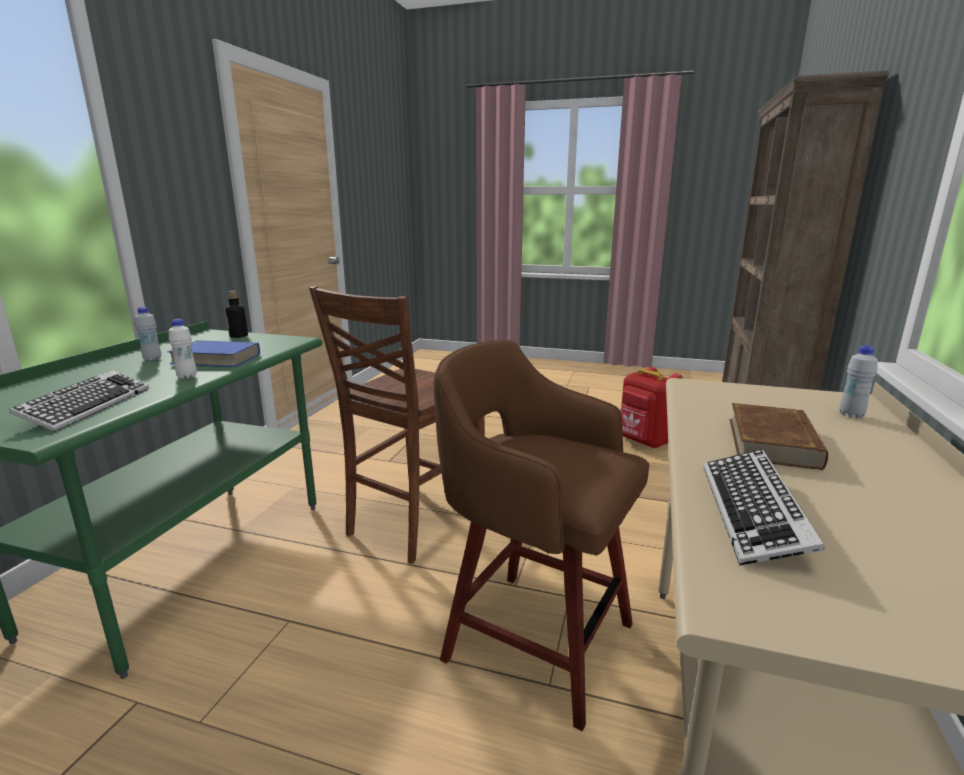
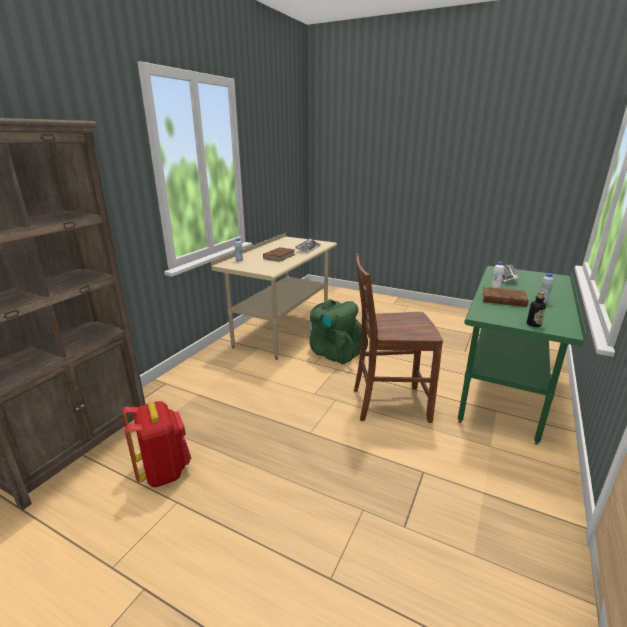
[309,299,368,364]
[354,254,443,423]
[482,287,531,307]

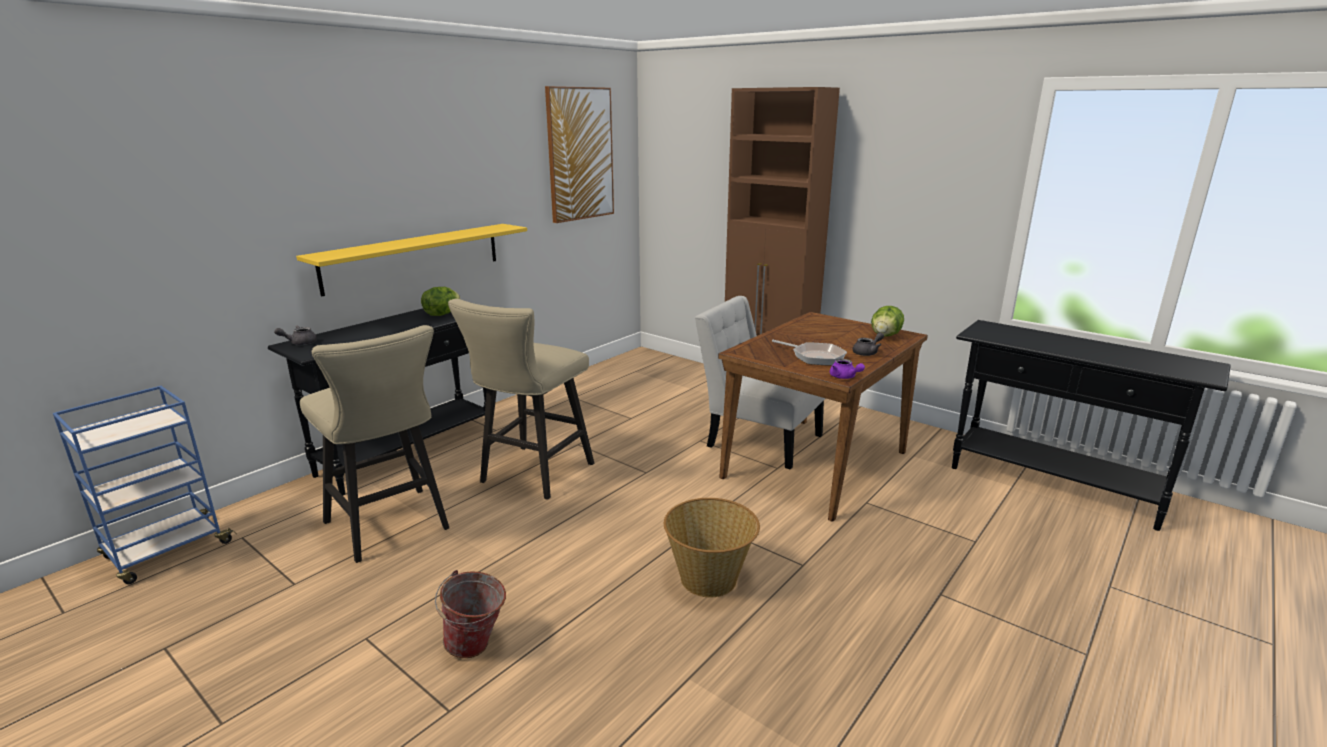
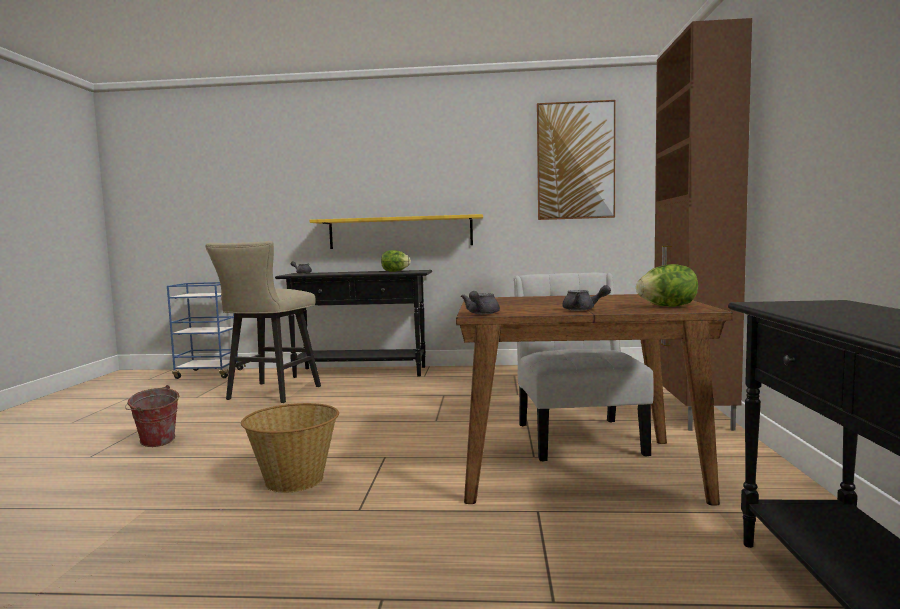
[461,291,500,314]
[448,299,594,500] (first image)
[772,340,847,366] (first image)

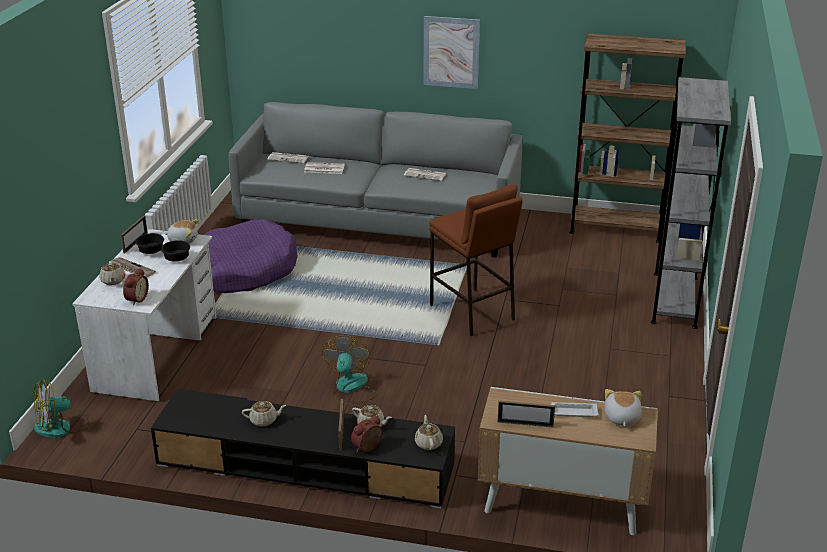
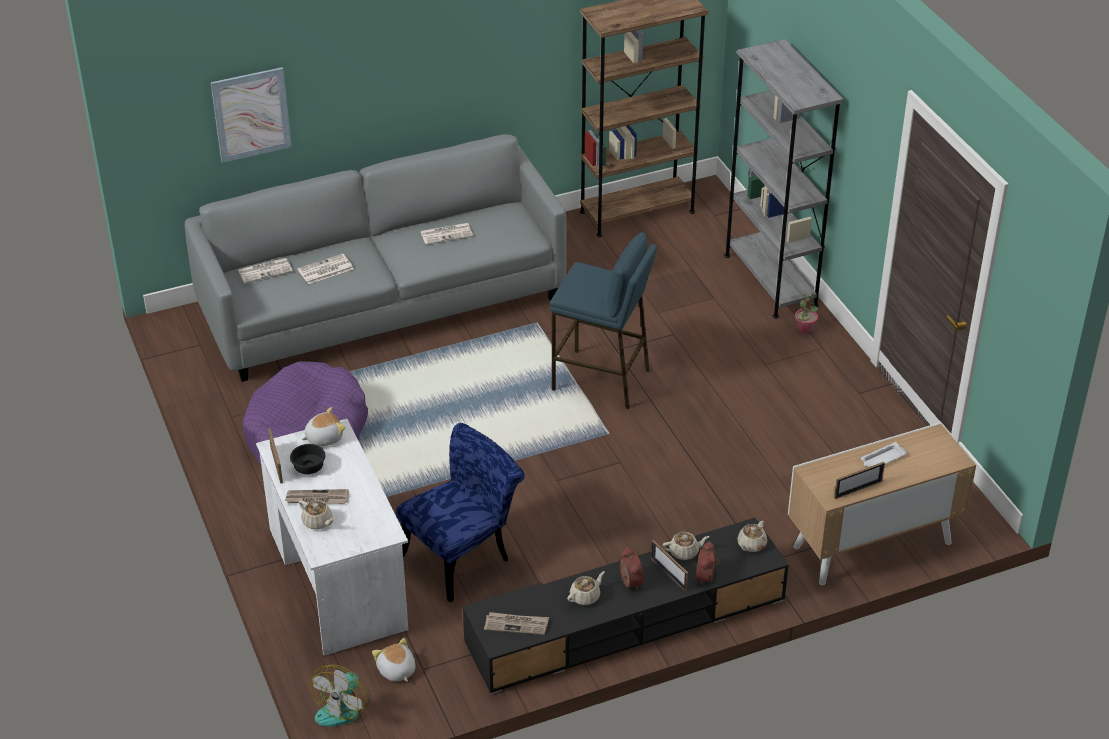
[211,67,292,163]
[372,638,415,682]
[396,423,525,602]
[484,612,549,635]
[550,232,657,409]
[619,547,644,590]
[737,520,767,552]
[795,293,818,334]
[161,240,190,261] (first image)
[322,335,377,404] (first image)

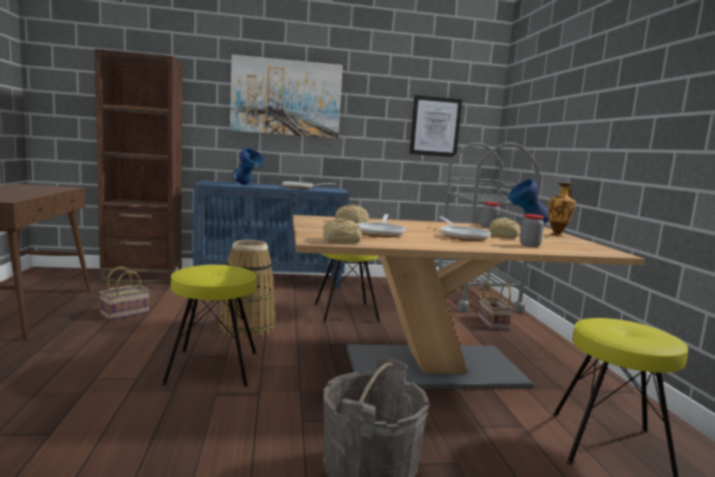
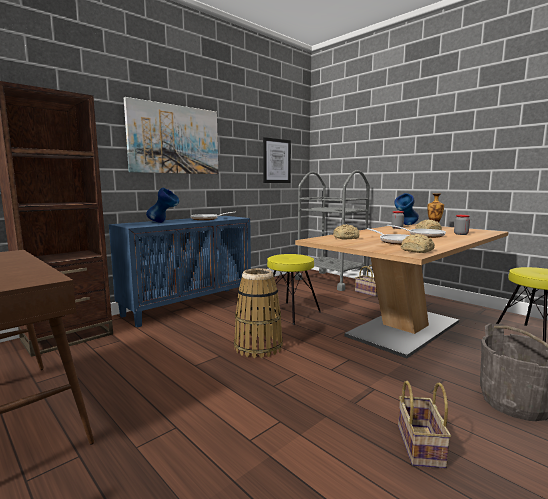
[398,381,451,468]
[162,265,256,387] (first image)

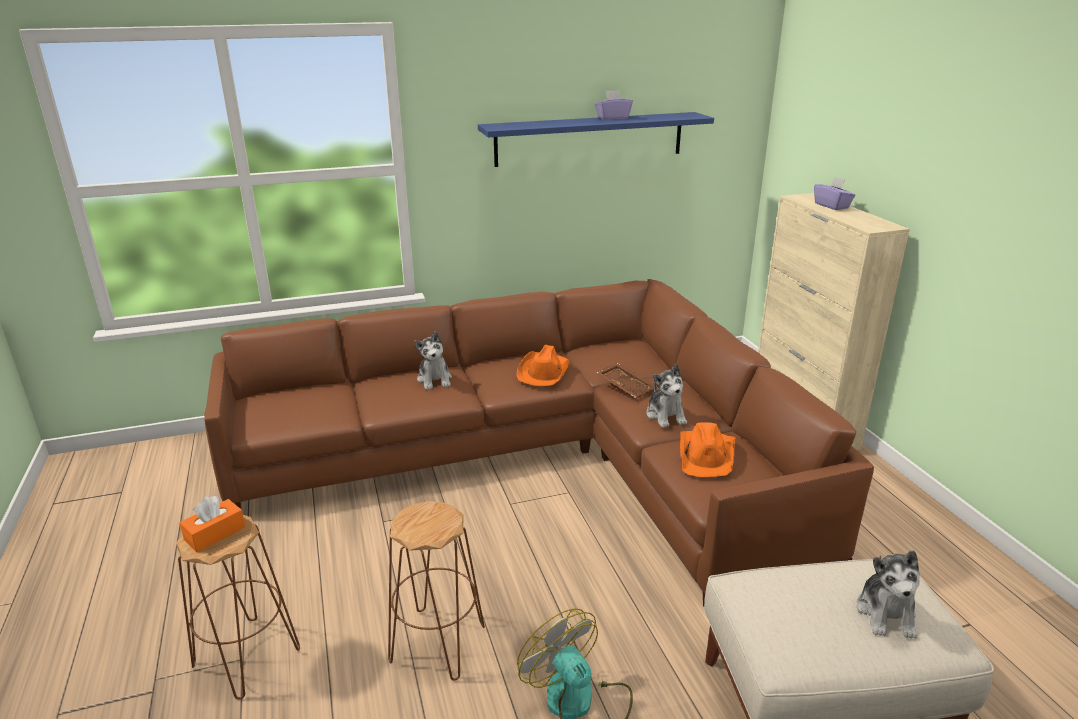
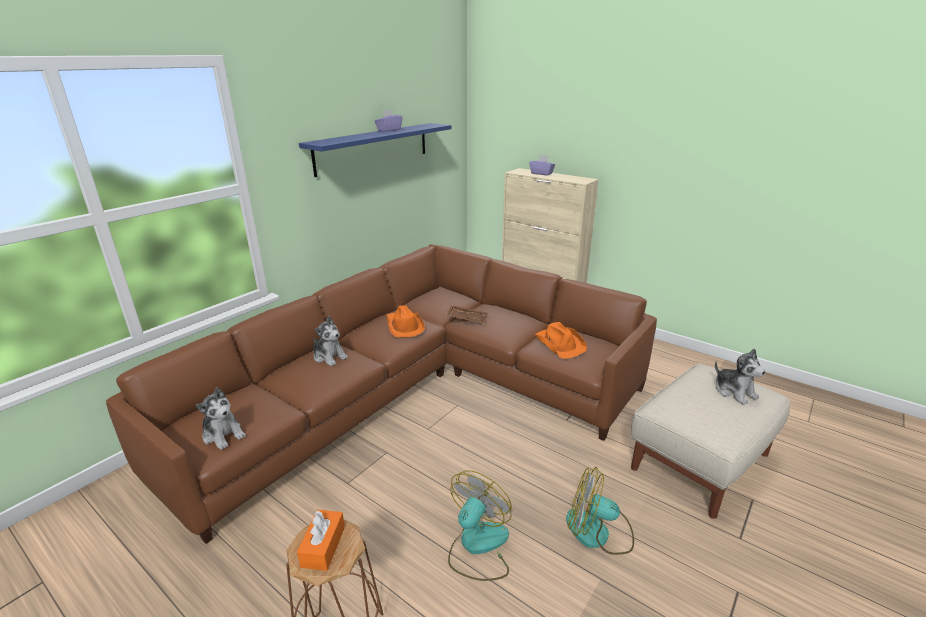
[196,387,246,450]
[448,471,512,581]

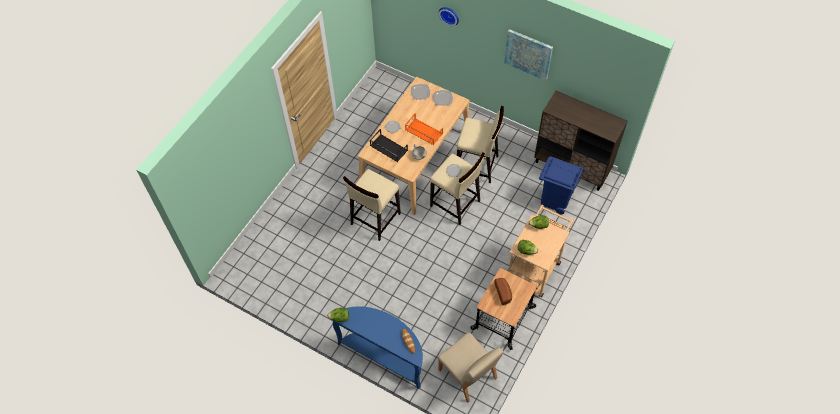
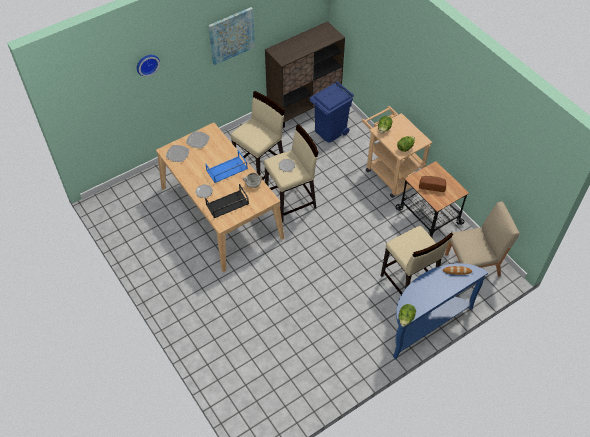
[206,150,248,183]
[381,226,453,295]

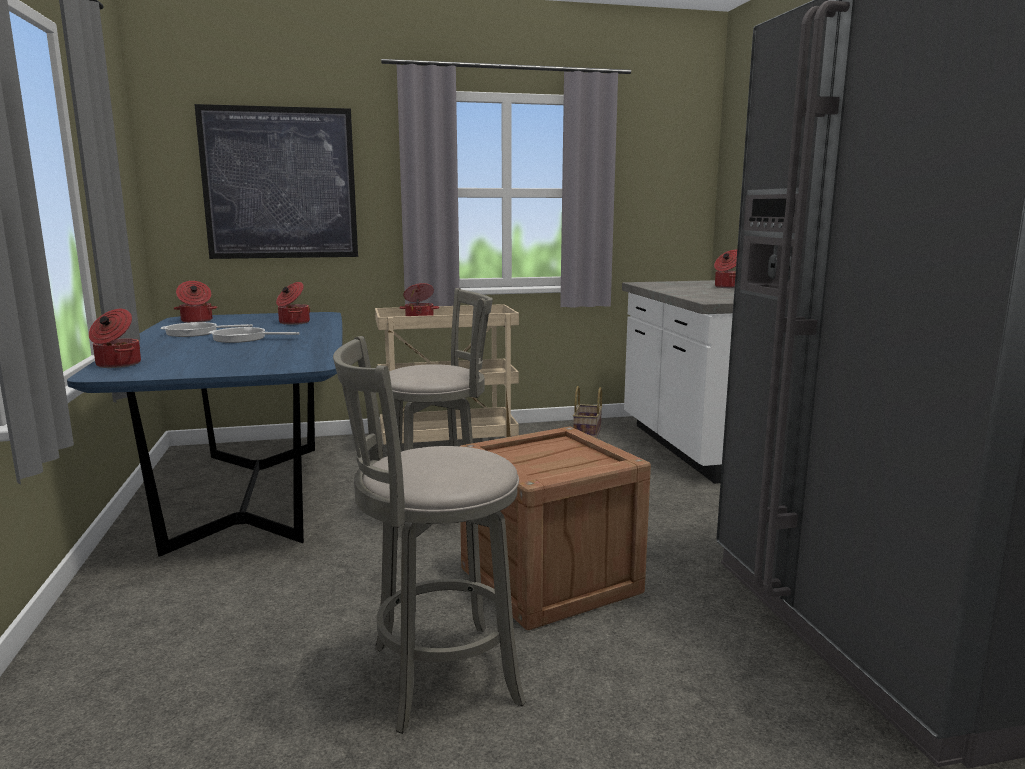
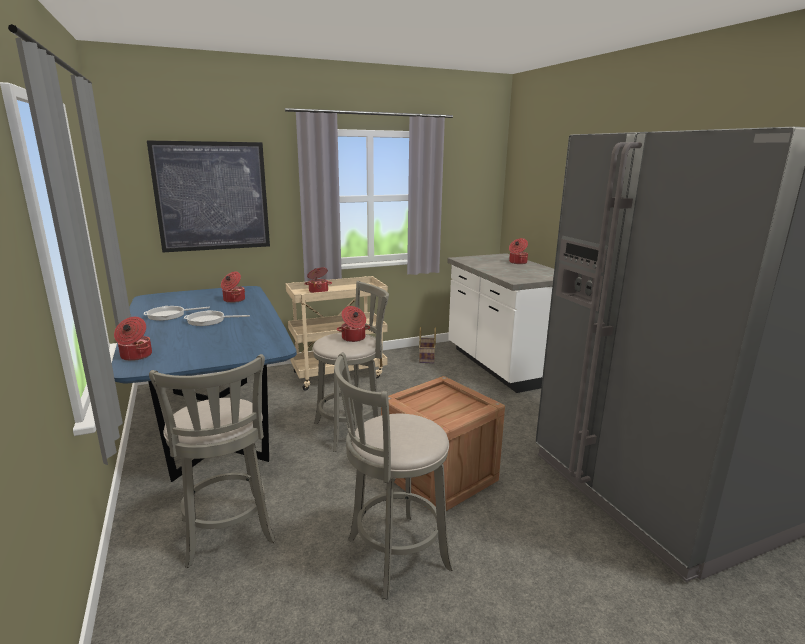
[149,354,276,568]
[337,306,370,342]

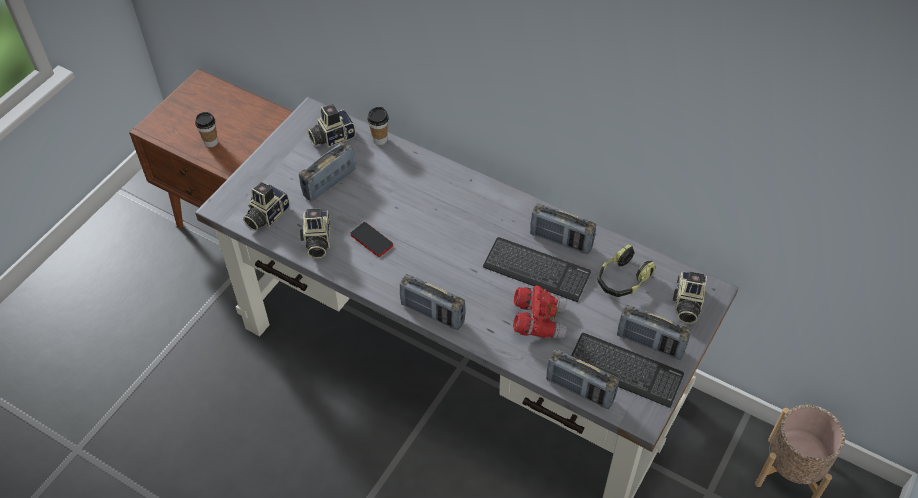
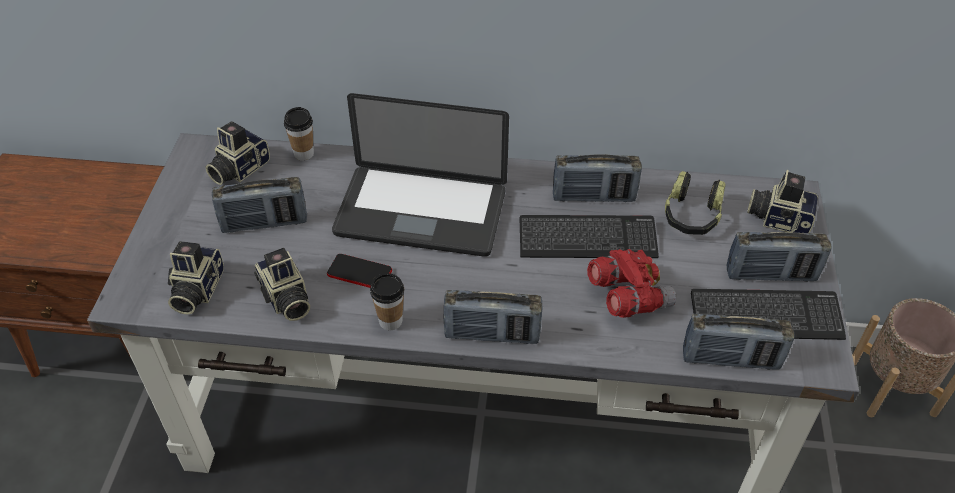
[212,177,307,233]
[332,93,509,257]
[370,273,404,330]
[747,170,818,233]

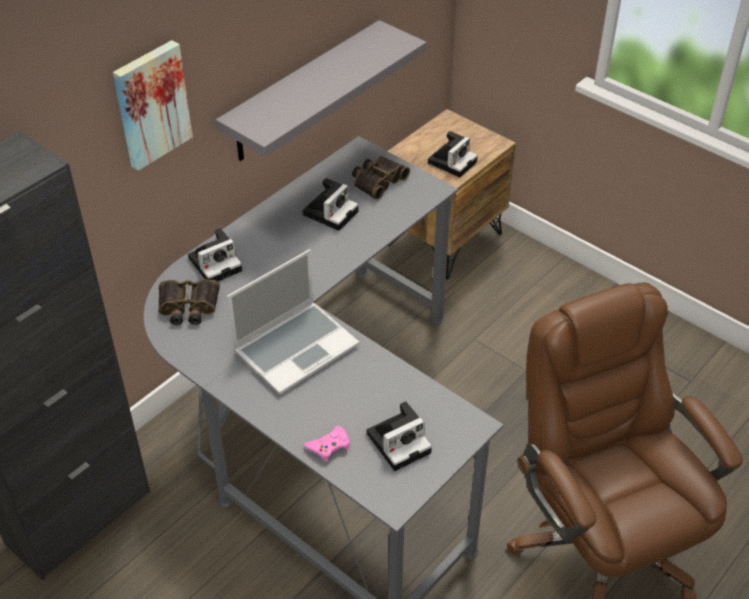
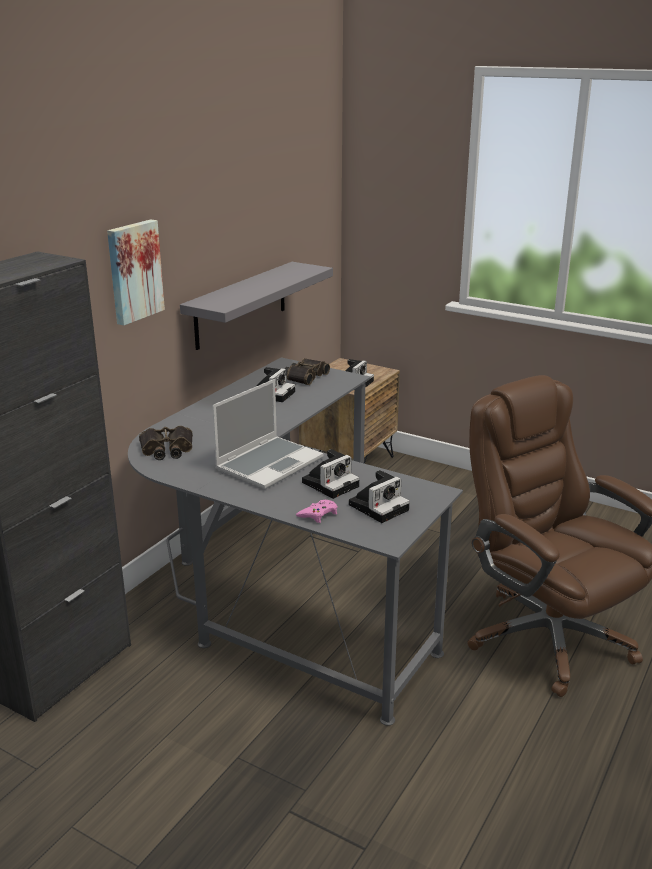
[302,449,360,499]

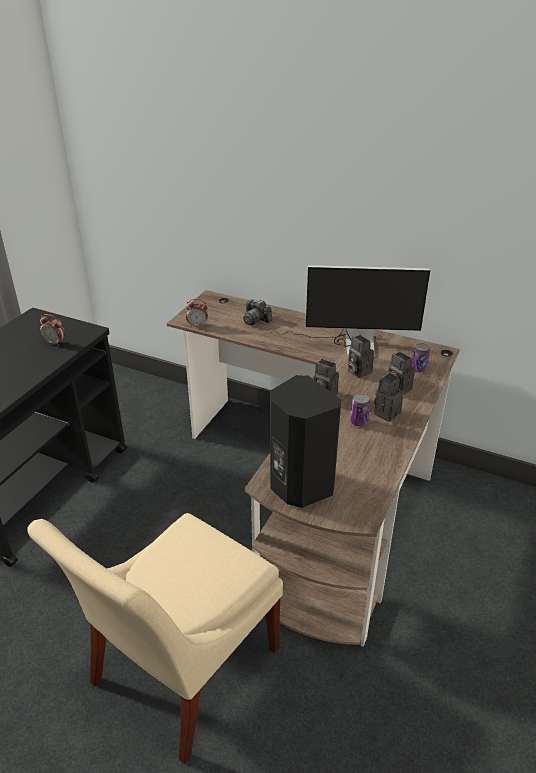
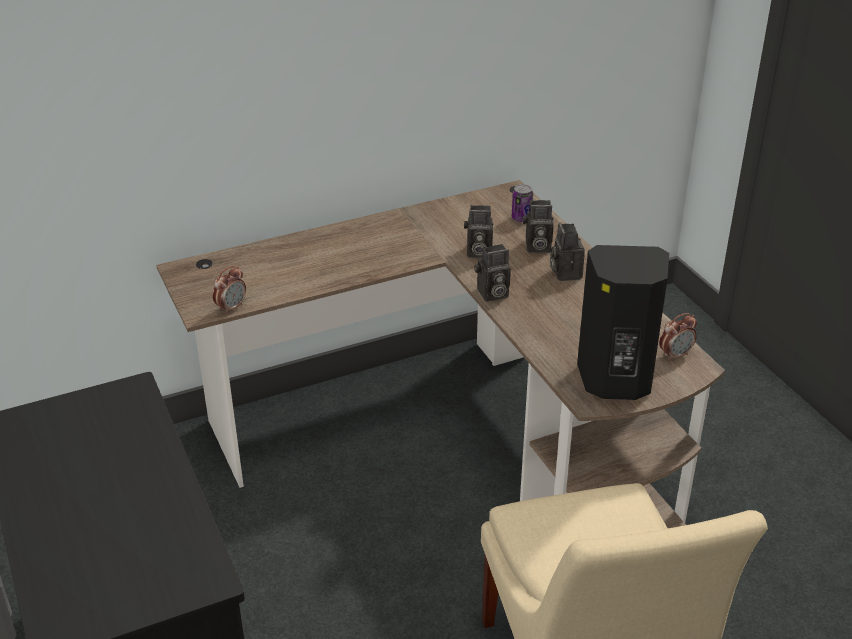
[659,313,697,361]
[243,299,272,325] (first image)
[267,265,430,357] (first image)
[350,394,370,426] (first image)

